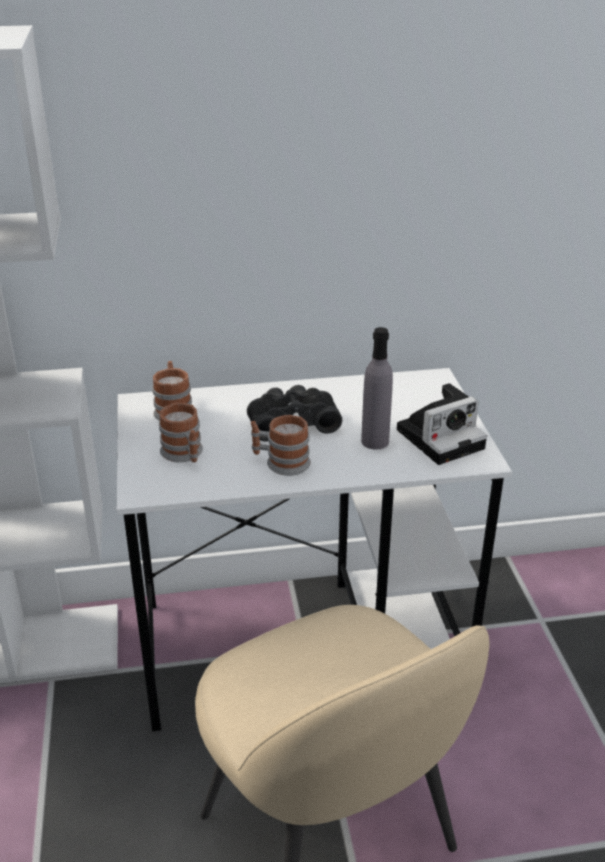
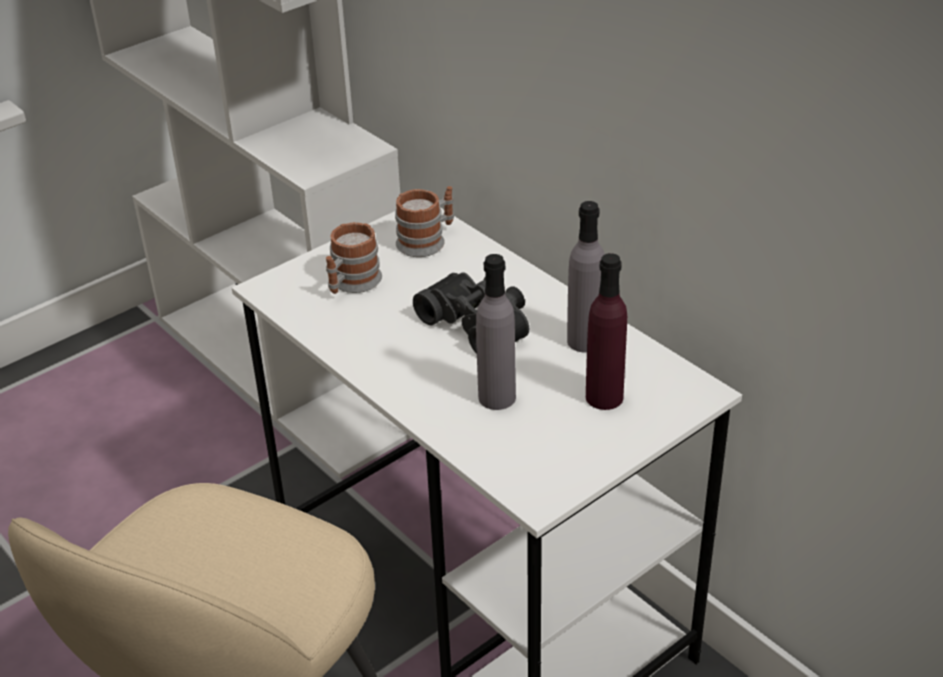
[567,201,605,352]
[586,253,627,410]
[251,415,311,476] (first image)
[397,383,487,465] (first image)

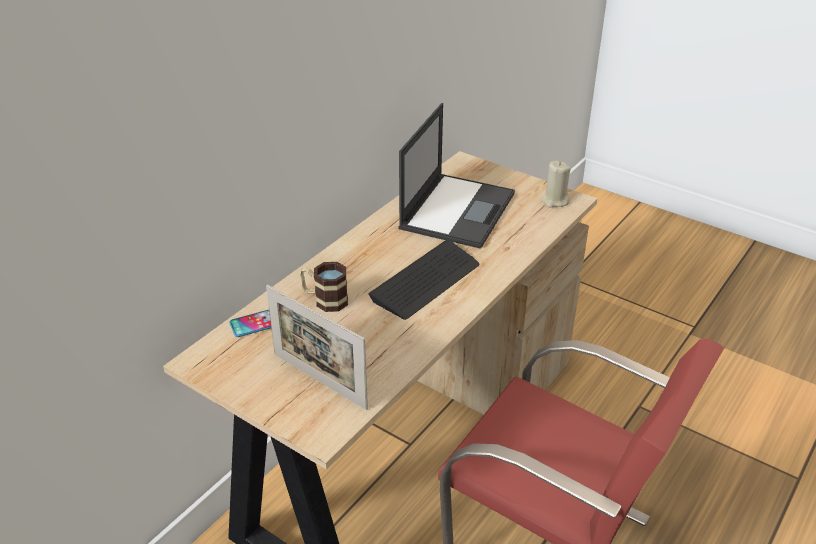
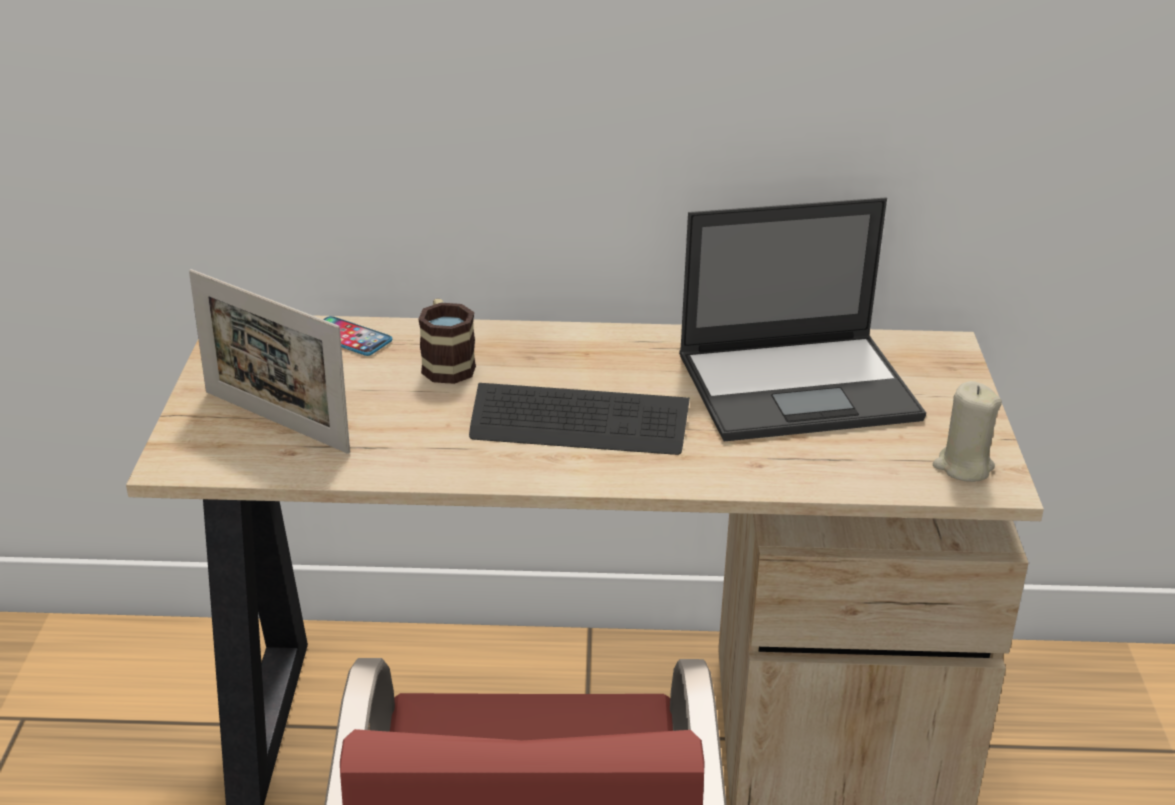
[189,269,350,454]

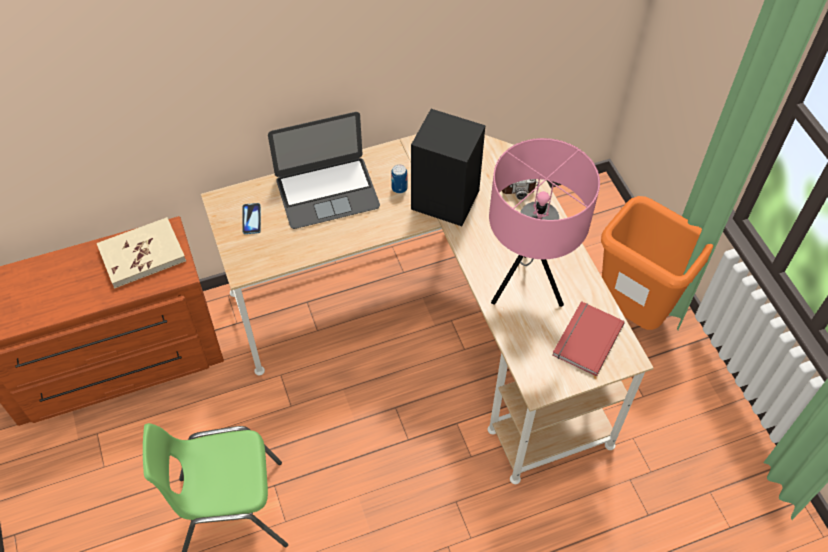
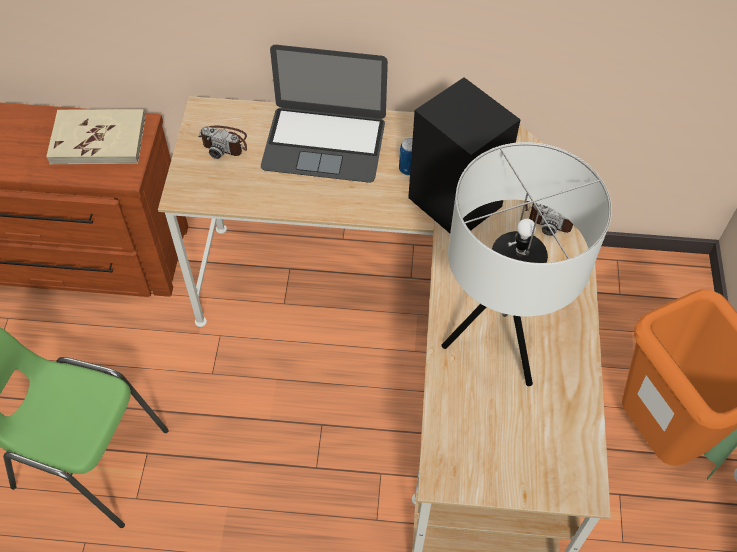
[198,125,247,159]
[442,142,612,386]
[552,301,625,376] (first image)

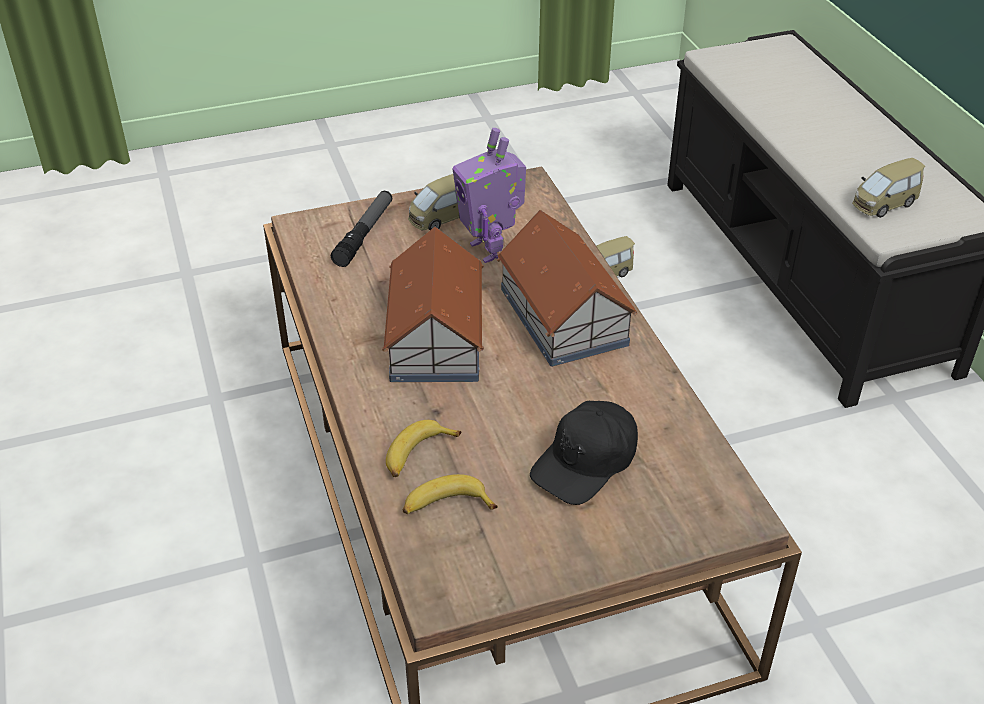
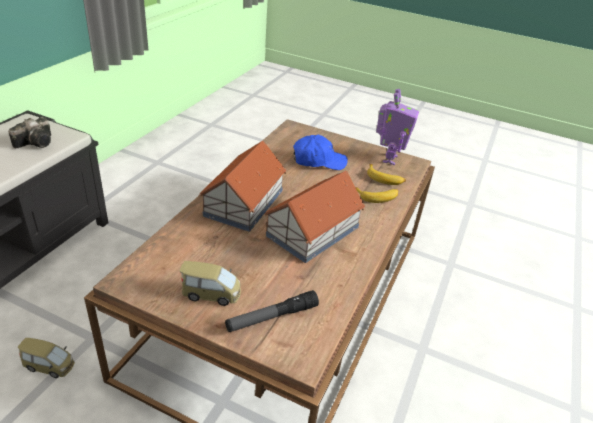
[8,117,51,148]
[293,135,348,170]
[376,89,419,165]

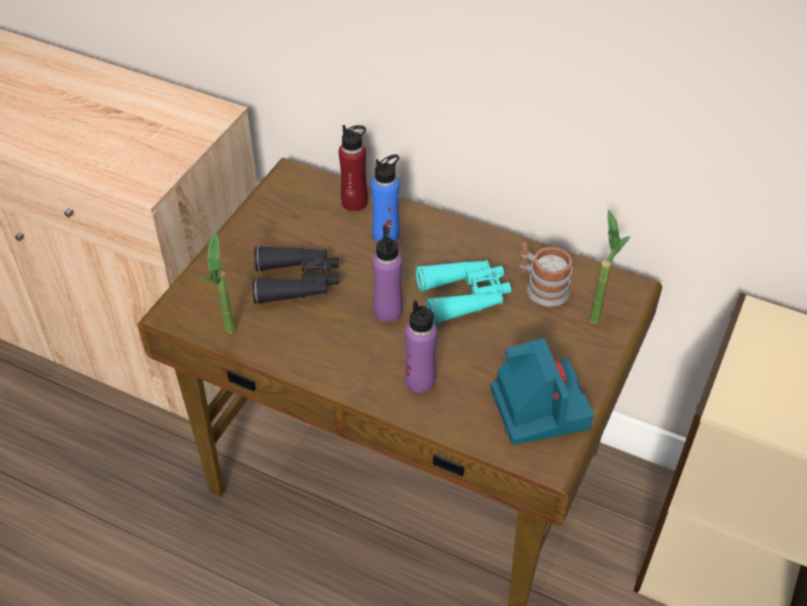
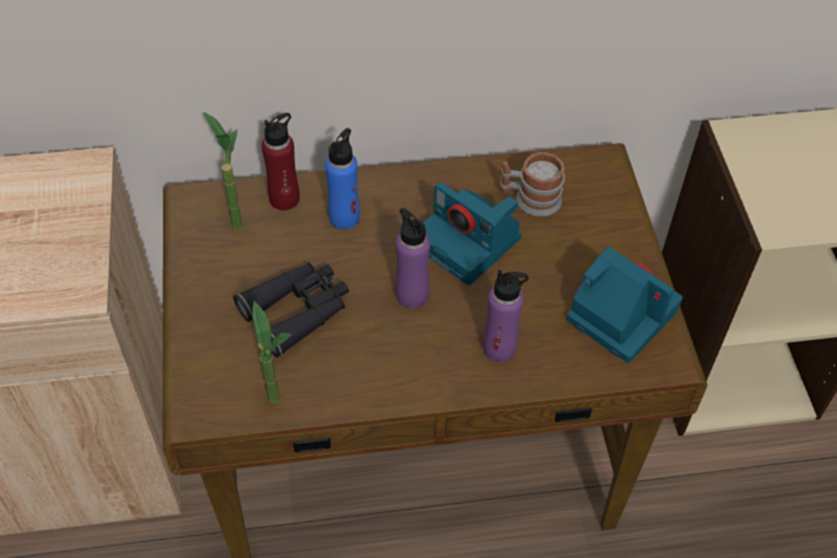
[204,112,242,231]
[423,182,522,285]

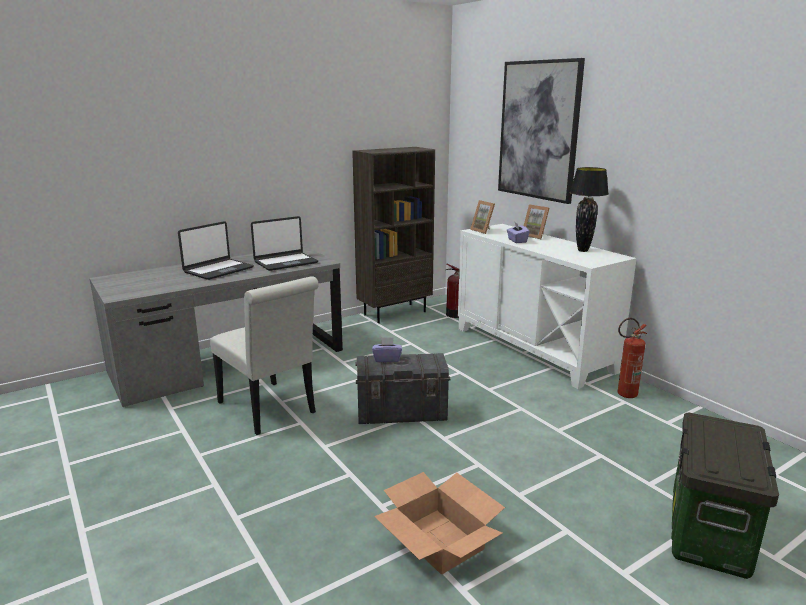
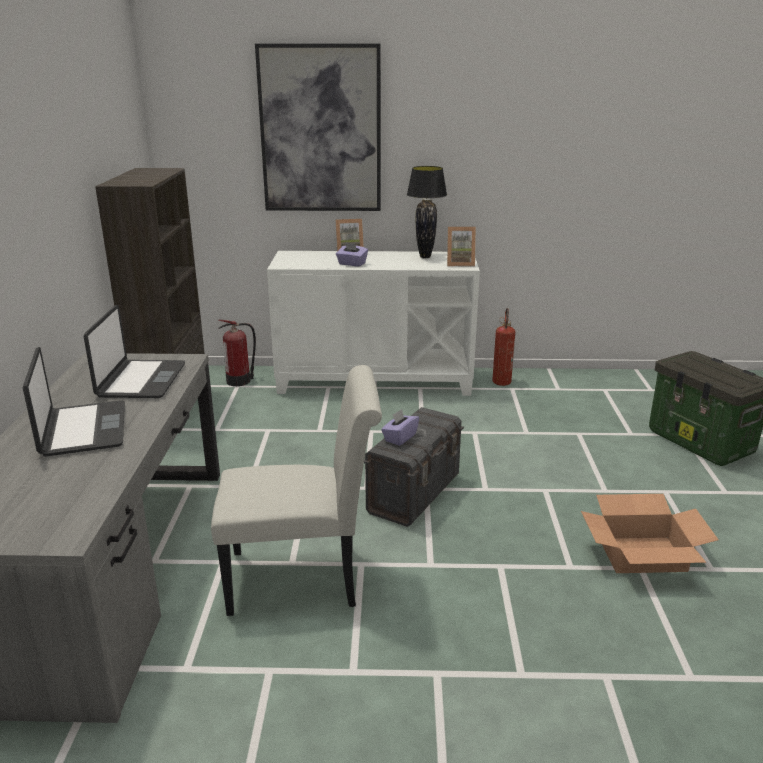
[447,227,476,266]

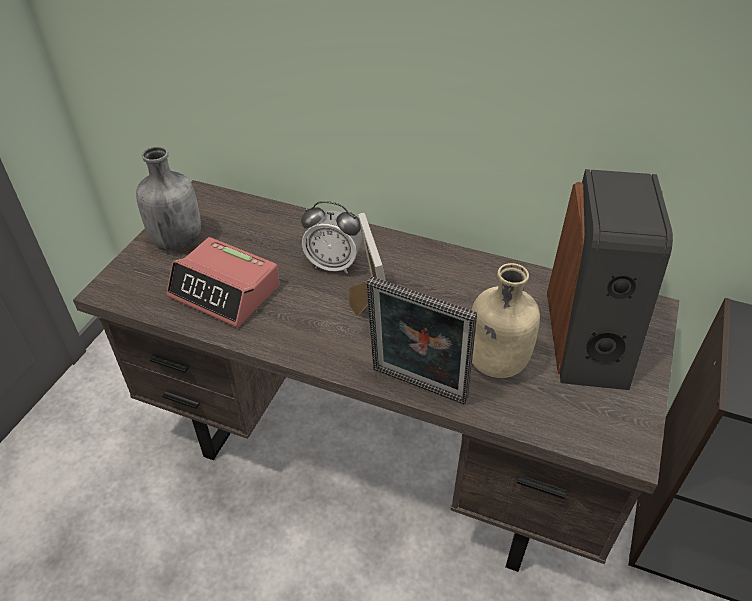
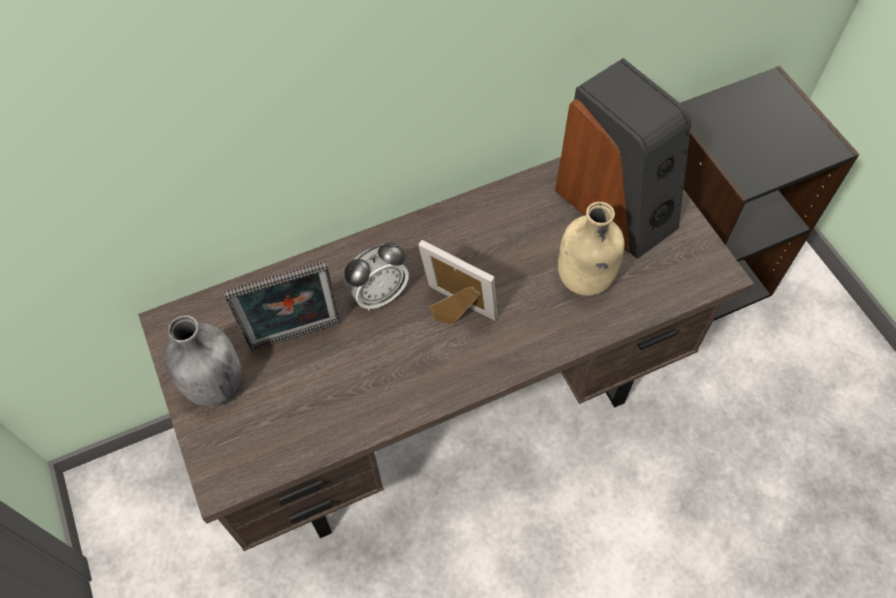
[223,260,341,351]
[166,237,280,328] (first image)

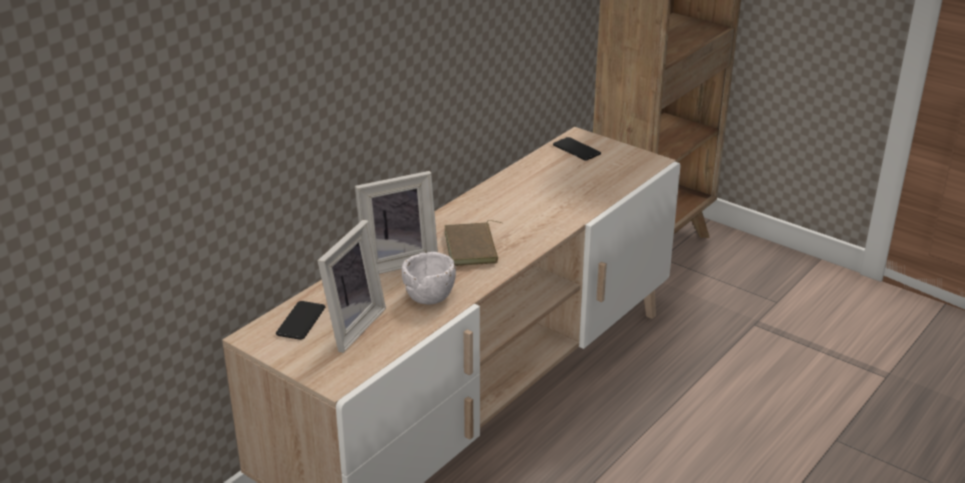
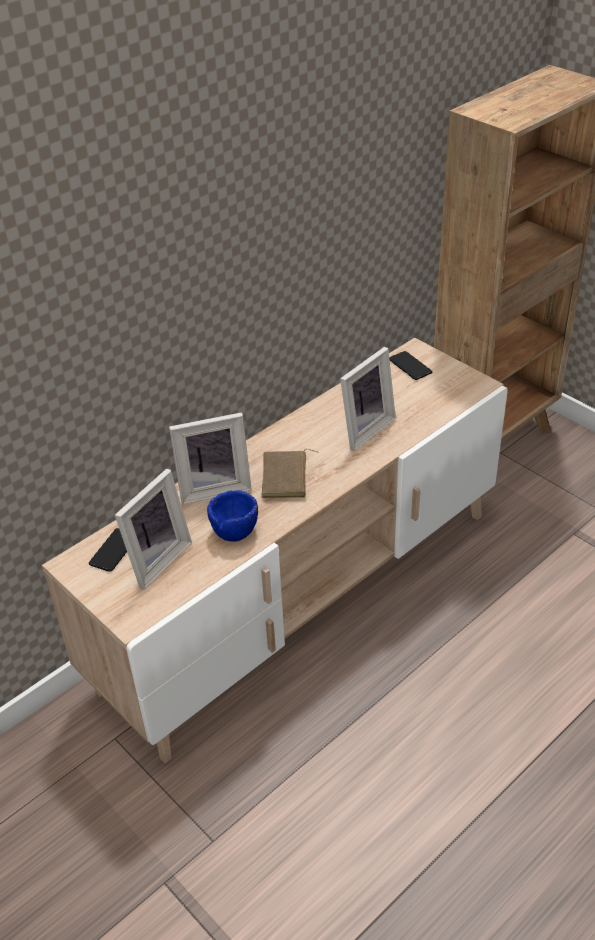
[207,490,258,542]
[340,347,396,451]

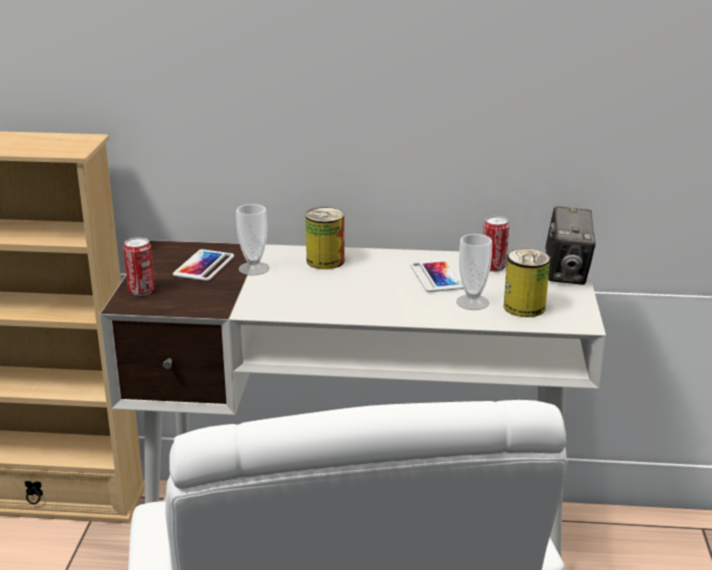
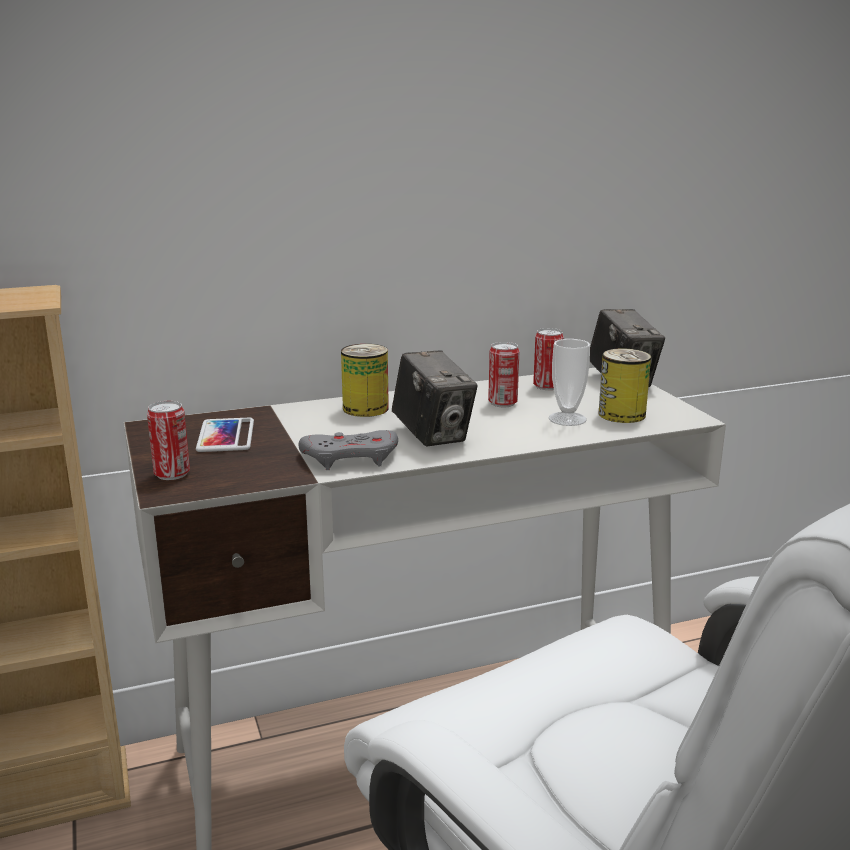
[299,430,398,470]
[392,350,478,446]
[488,342,519,407]
[236,204,269,275] (first image)

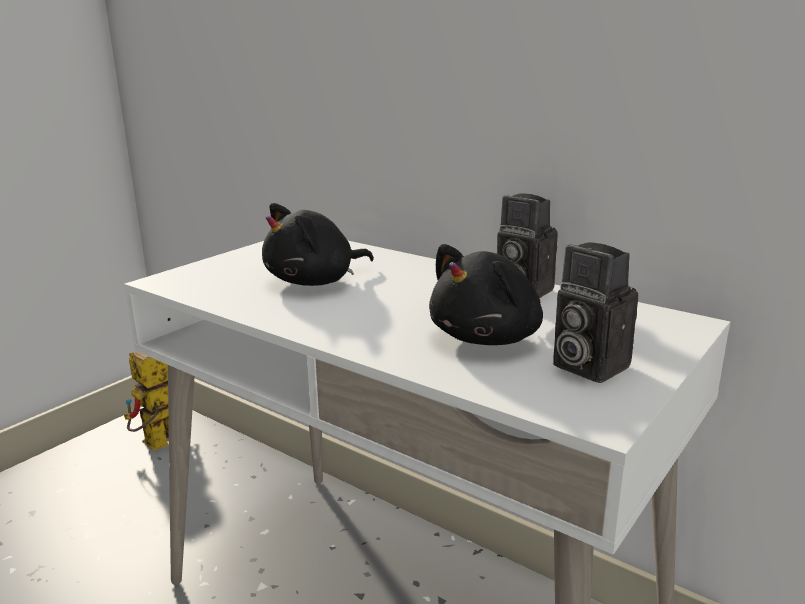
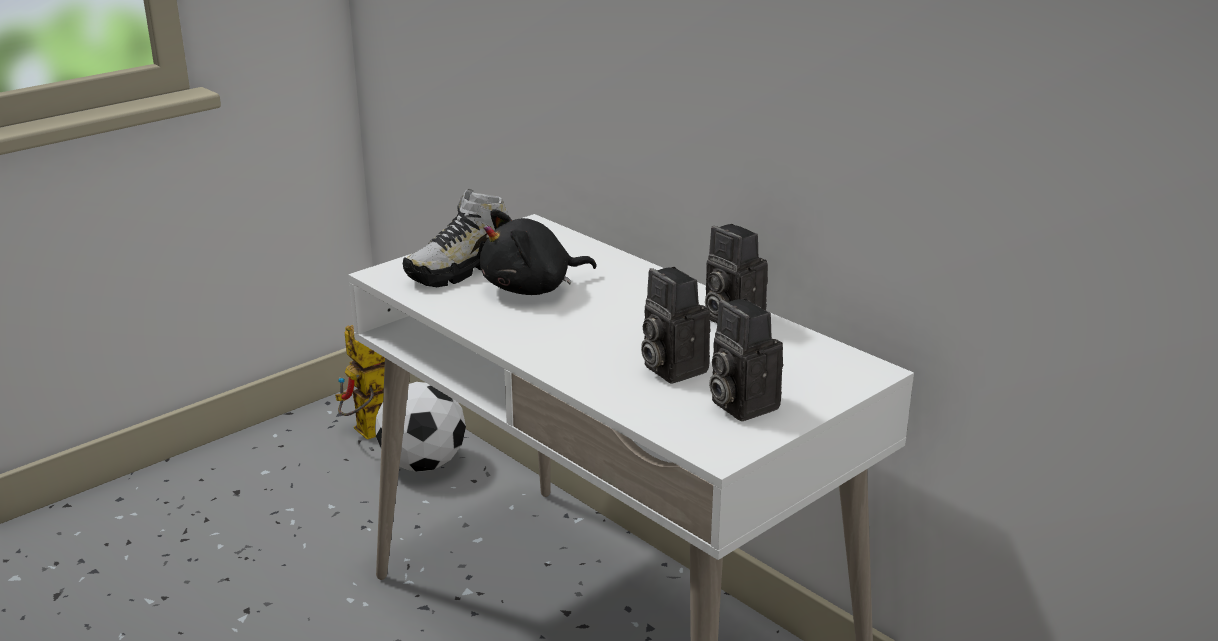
[375,382,466,472]
[403,188,508,287]
[641,267,711,384]

